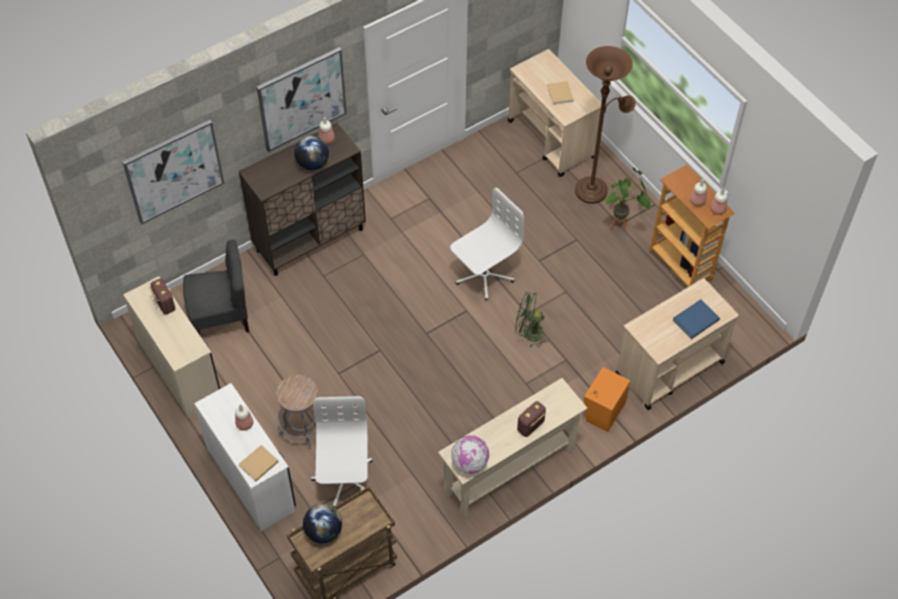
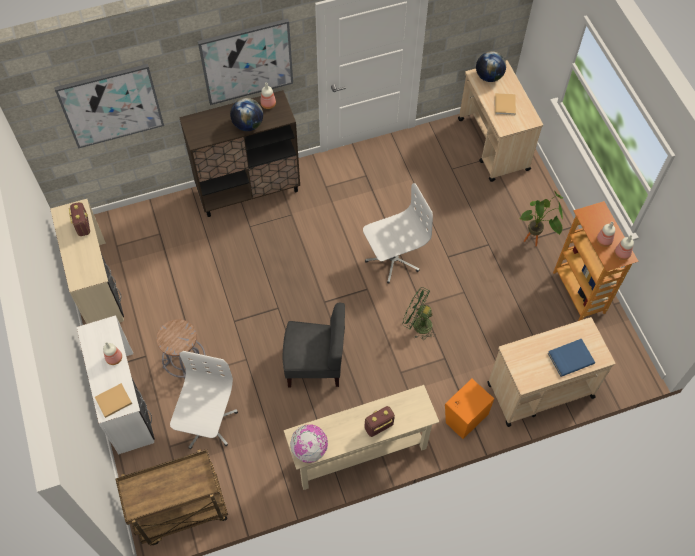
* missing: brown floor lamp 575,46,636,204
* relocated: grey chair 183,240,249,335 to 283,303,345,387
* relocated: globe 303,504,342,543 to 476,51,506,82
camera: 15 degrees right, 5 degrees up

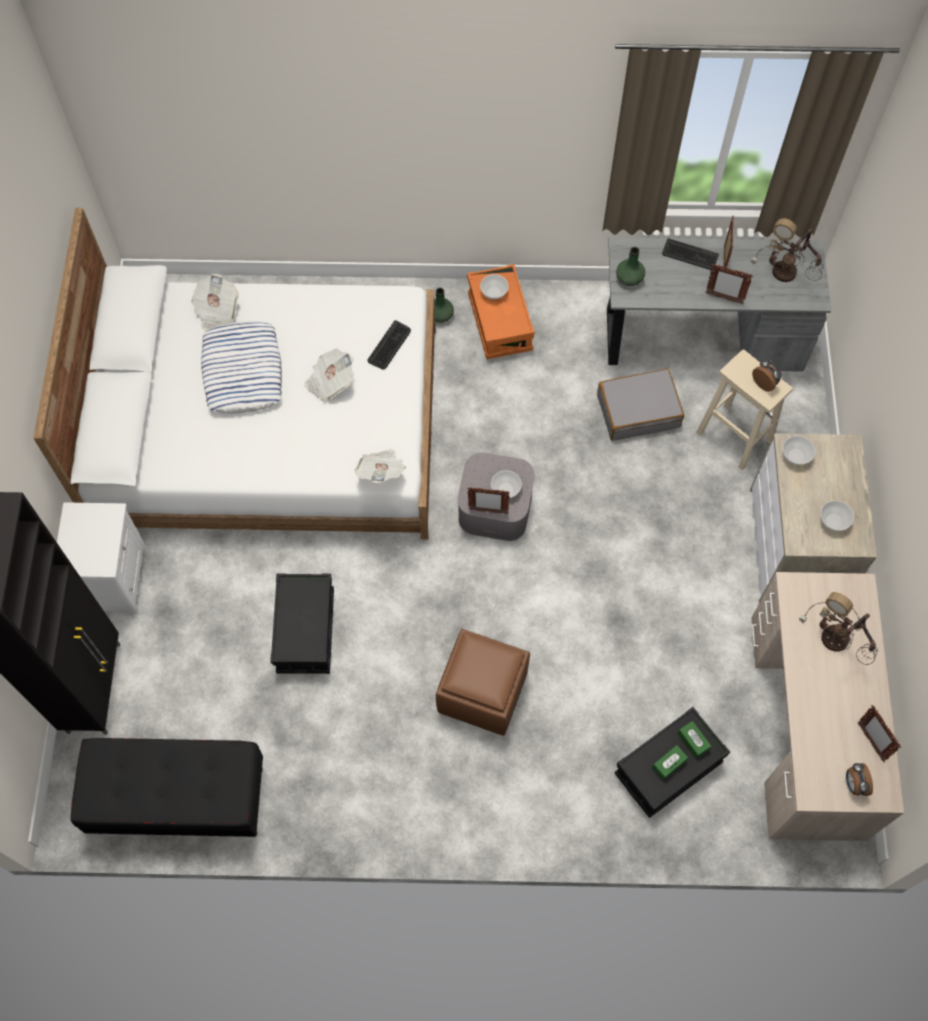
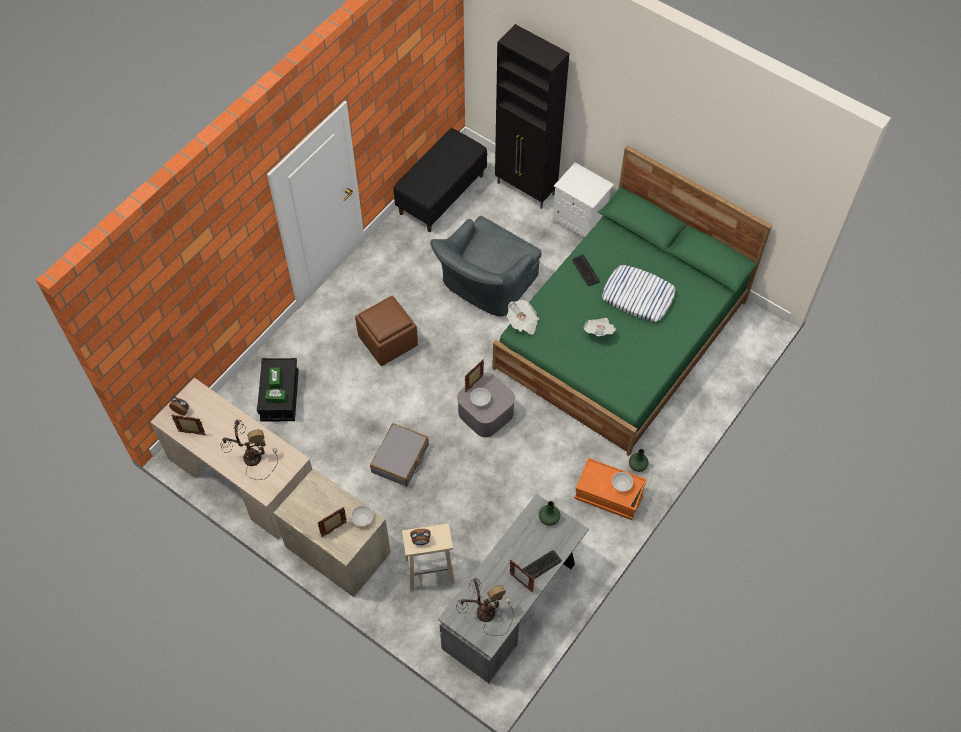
* colour: white bed 33,208,436,540 to green bed 492,145,772,456
* relocated: picture frame 706,264,753,304 to 317,507,347,537
* missing: newspaper 191,274,239,331
* relocated: keyboard 368,320,411,370 to 572,254,600,286
* relocated: grey suitcase 597,369,684,441 to 370,423,429,487
* missing: bowl 820,500,854,531
* exchanged: black storage box 270,574,334,674 to grey armchair 430,216,541,316
camera: 125 degrees right, 5 degrees down

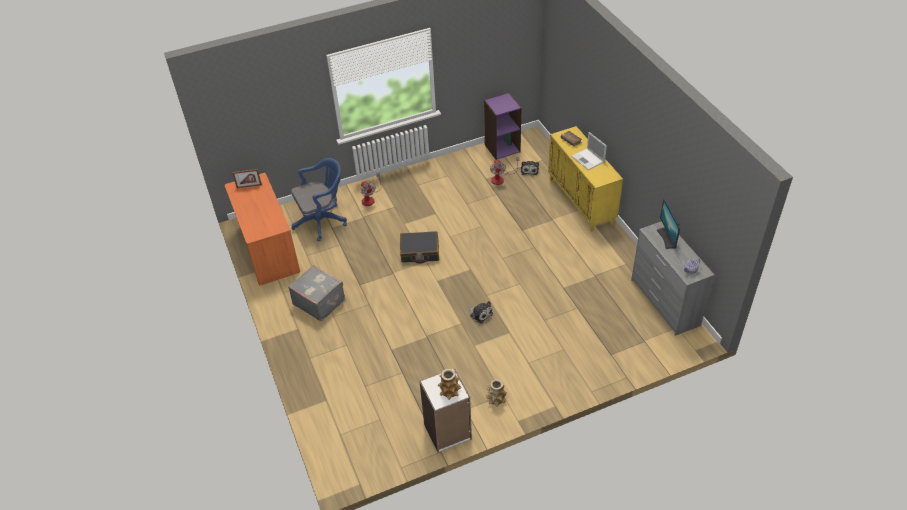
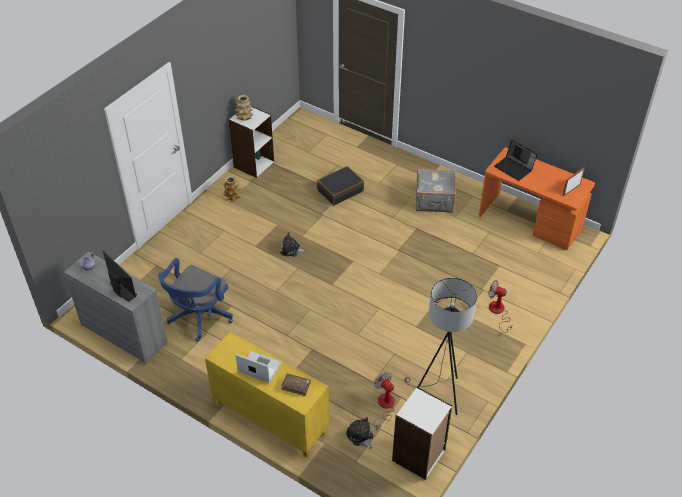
* colour: purple bookcase 484,93,522,160 to white bookcase 392,387,452,480
* relocated: blue office chair 291,158,347,241 to 158,258,233,341
* relocated: black suitcase 400,231,439,263 to 317,166,364,205
* appeared: laptop 494,140,537,181
* appeared: grey floor lamp 404,278,477,415
camera: 145 degrees right, 0 degrees up

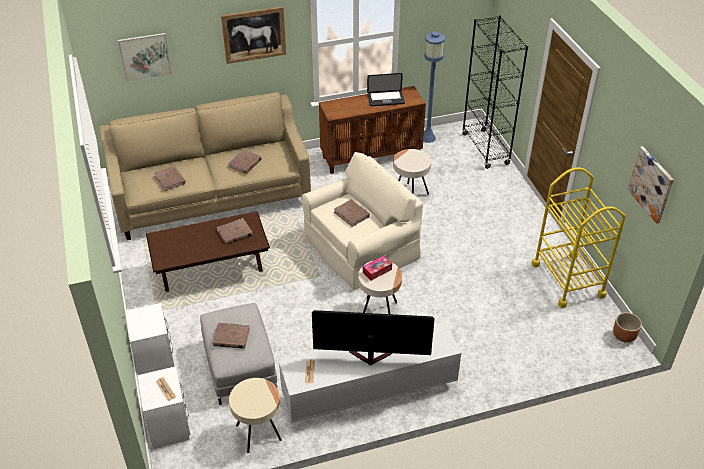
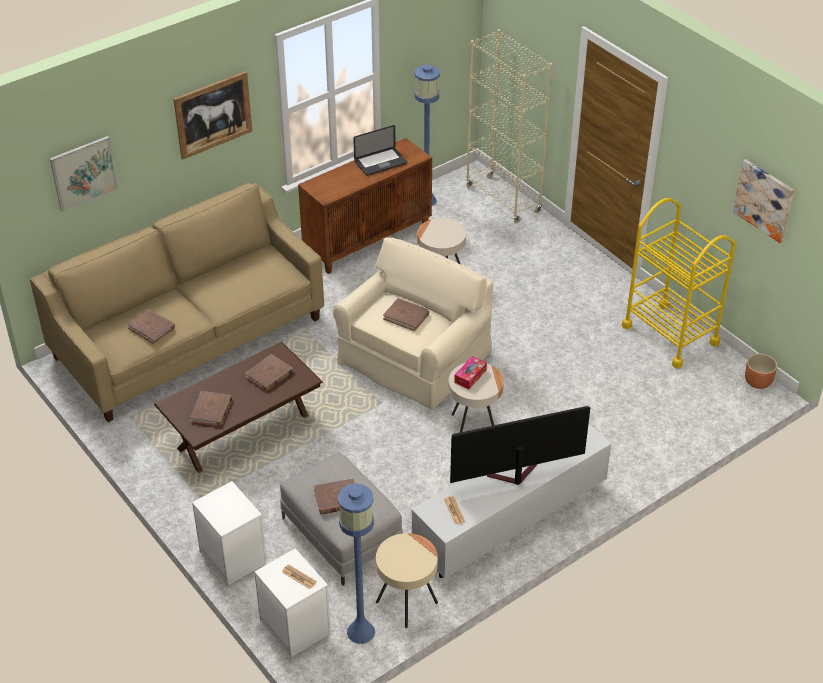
* colour: black bookcase 462,15,528,169 to beige bookcase 466,29,552,223
* relocated: brown book 228,150,262,173 to 190,391,233,426
* appeared: blue floor lamp 338,483,375,644
camera: 20 degrees left, 0 degrees up

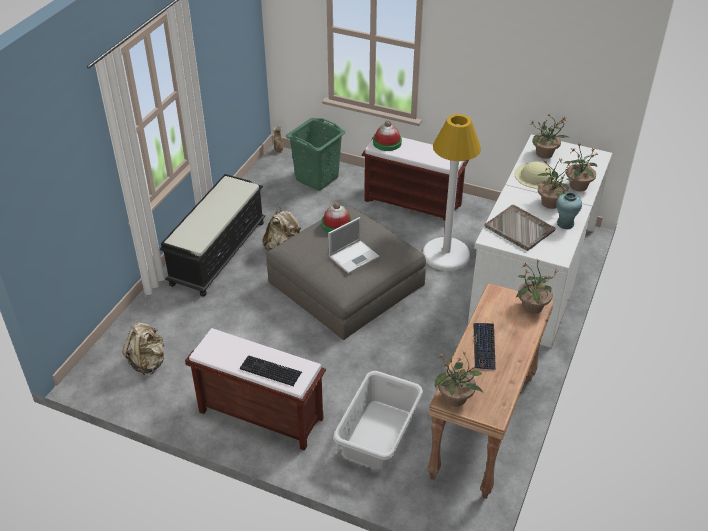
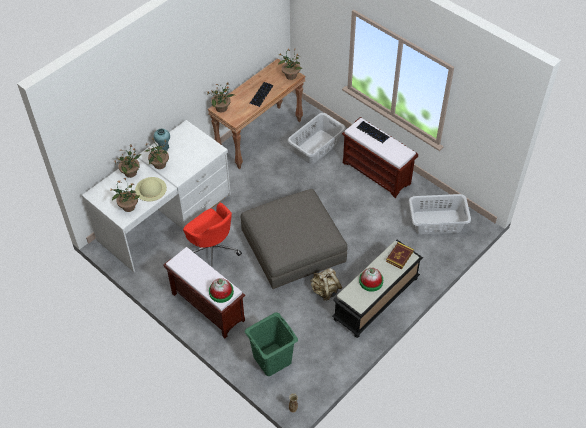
* exchanged: white floor lamp 423,114,481,271 to red office chair 183,203,242,267
* relocated: hat 321,202,352,233 to 359,268,383,292
* missing: grey tray 485,205,556,251
* missing: laptop 328,217,380,273
* exchanged: beige backpack 123,323,164,375 to grey laundry basket 409,194,471,234
* appeared: book 386,242,414,269
camera: 160 degrees left, 10 degrees up

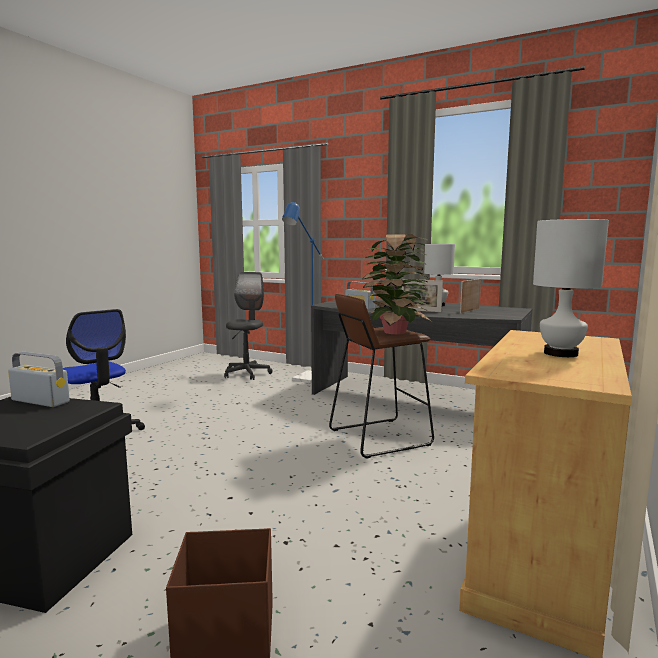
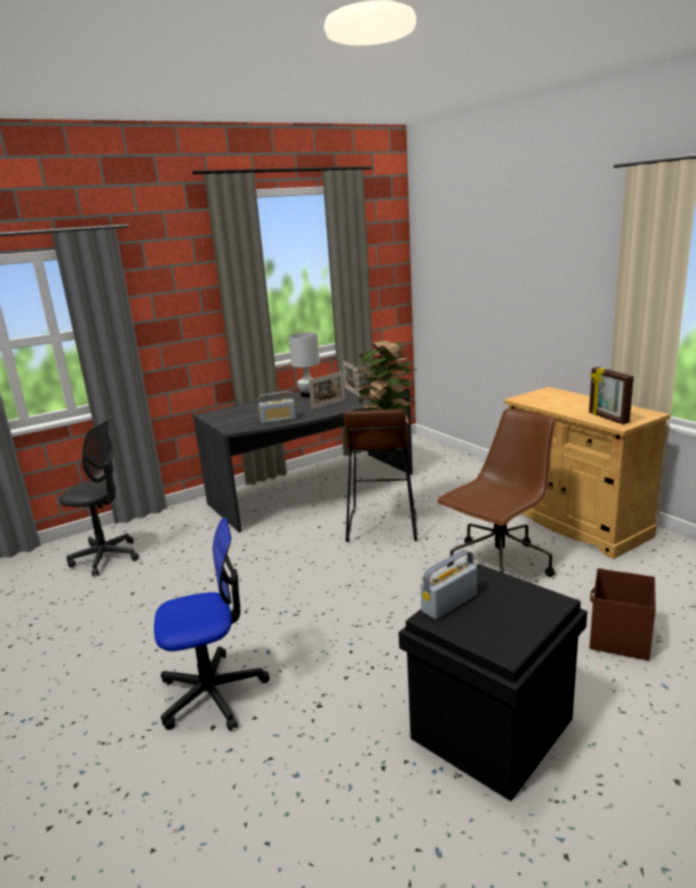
* missing: blue floor lamp 282,201,324,383
* missing: white table lamp 533,219,609,357
* spun: grey office chair 224,272,273,380 = 59,420,139,576 150 degrees clockwise
* appeared: picture frame 589,367,634,424
* appeared: brown office chair 437,408,555,577
camera: 60 degrees left, 10 degrees up

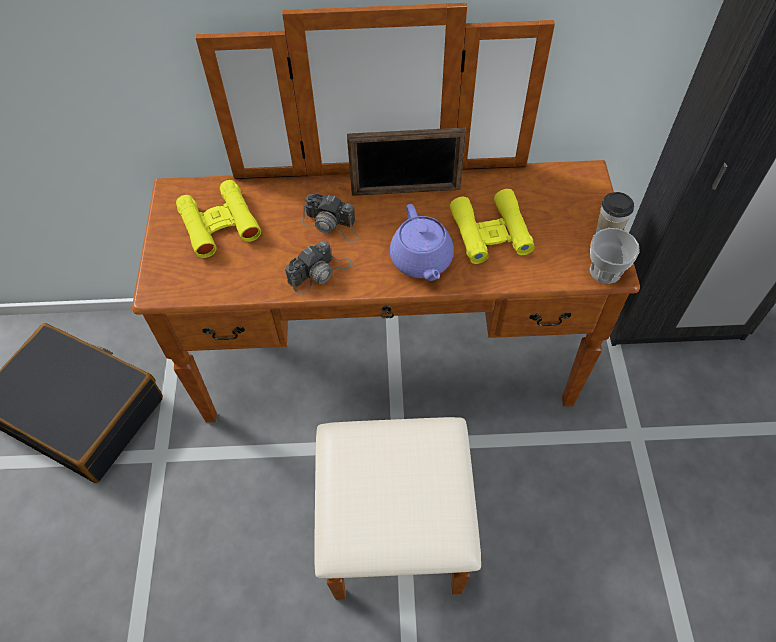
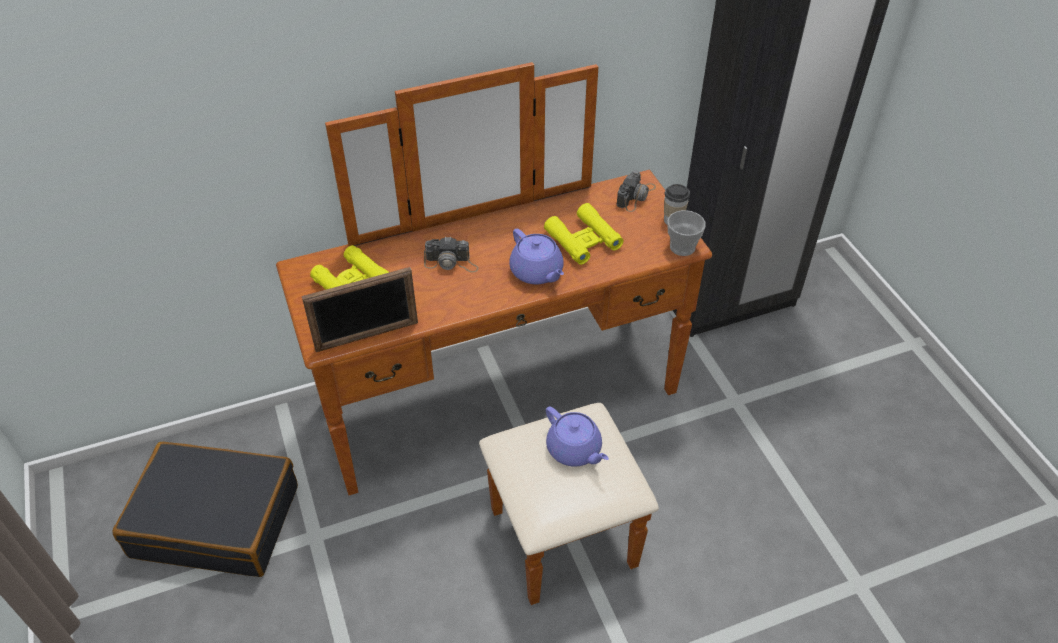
* relocated: picture frame 347,127,466,196 to 302,267,418,352
* relocated: photo camera 285,240,352,295 to 616,170,656,212
* appeared: purple teapot 546,406,609,467
camera: 20 degrees left, 10 degrees down

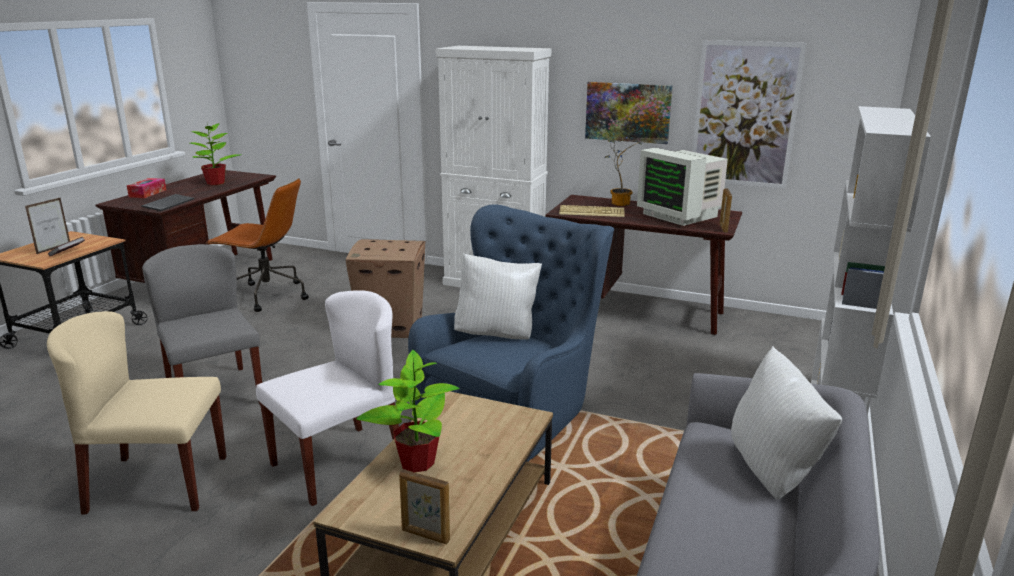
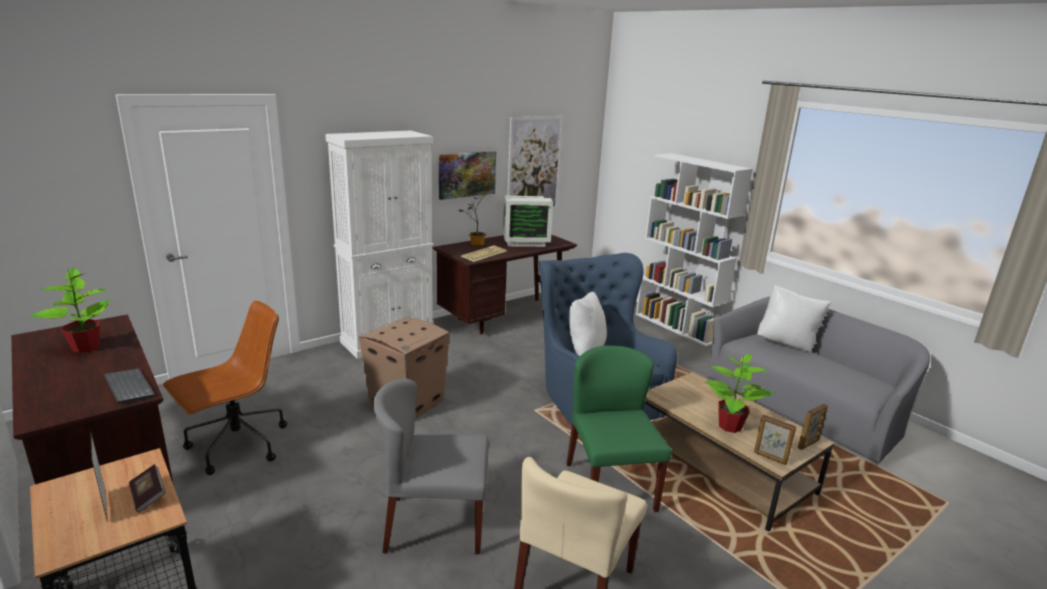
* missing: tissue box 127,178,166,198
* relocated: picture frame 719,188,732,233 to 754,415,796,465
* colour: white chair 256,290,399,506 to green chair 566,346,672,512
camera: 60 degrees left, 0 degrees up

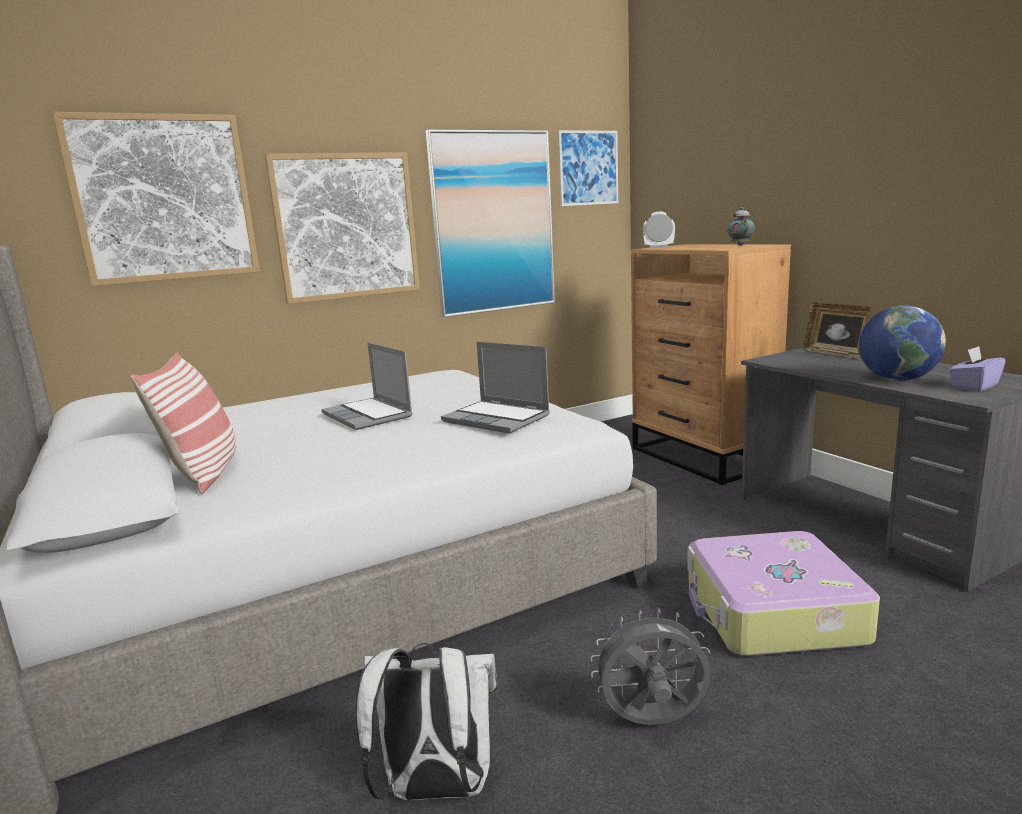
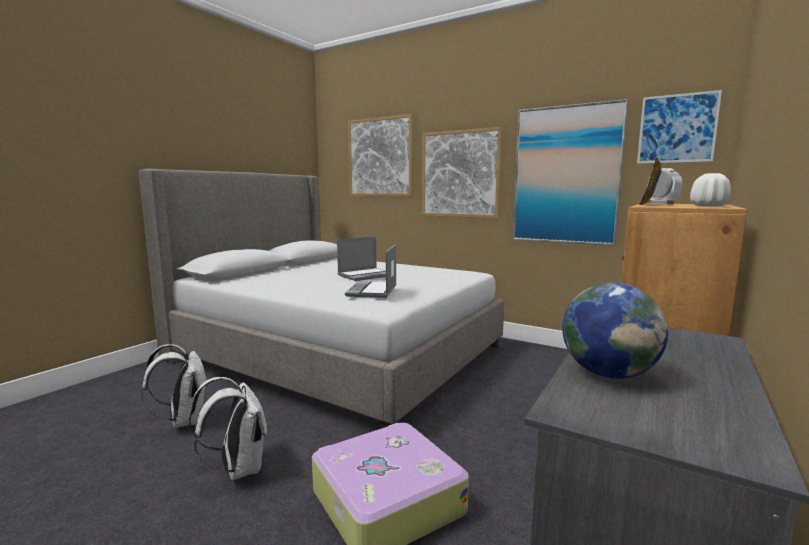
* exchanged: teapot 727,207,755,246 to white vase 690,173,731,207
* relocated: picture frame 803,303,871,359 to 639,157,662,205
* spun: laptop 321,343,413,430 = 337,237,386,281 150 degrees counterclockwise
* missing: purple tissue box 949,346,1006,392
* missing: pillow 131,352,236,494
* exchanged: grey fan 590,608,710,725 to white backpack 189,377,267,480
camera: 60 degrees right, 5 degrees down

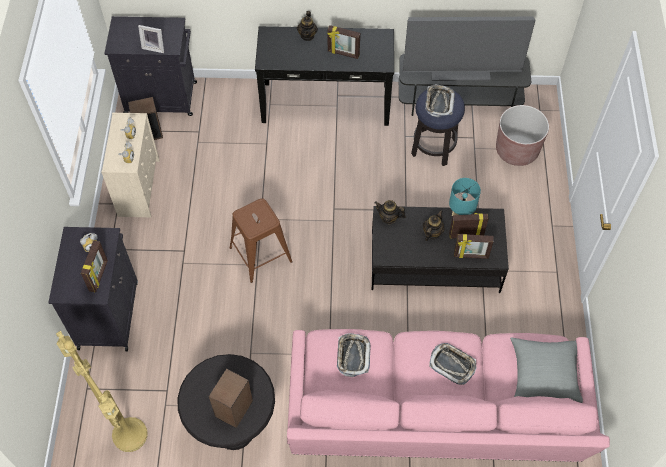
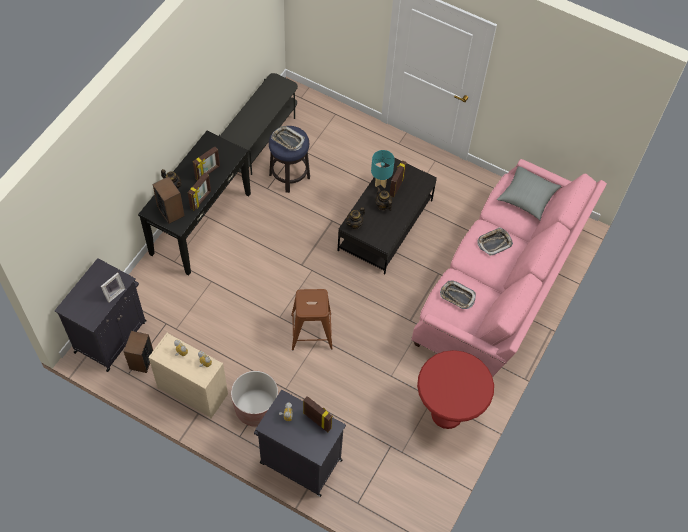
* missing: television 403,17,535,81
* relocated: brown planter 496,105,549,166 to 231,371,278,427
* relocated: picture frame 454,234,494,259 to 188,173,211,211
* missing: yellow floor lamp 56,331,148,452
* colour: black side table 177,354,275,450 to red side table 417,350,494,429
* relocated: speaker 209,369,253,428 to 152,176,185,224
camera: 65 degrees left, 0 degrees up

